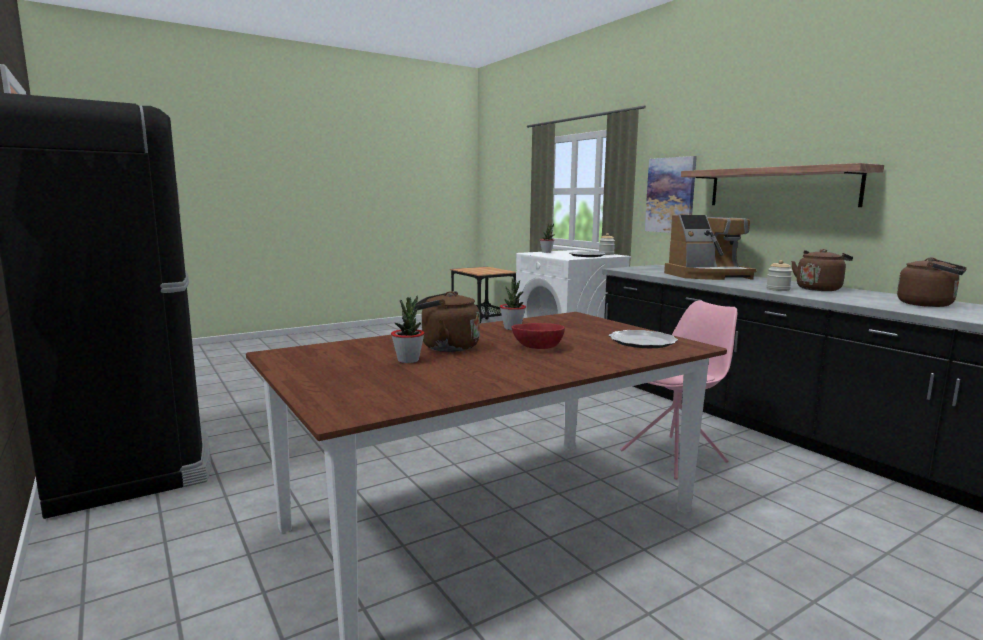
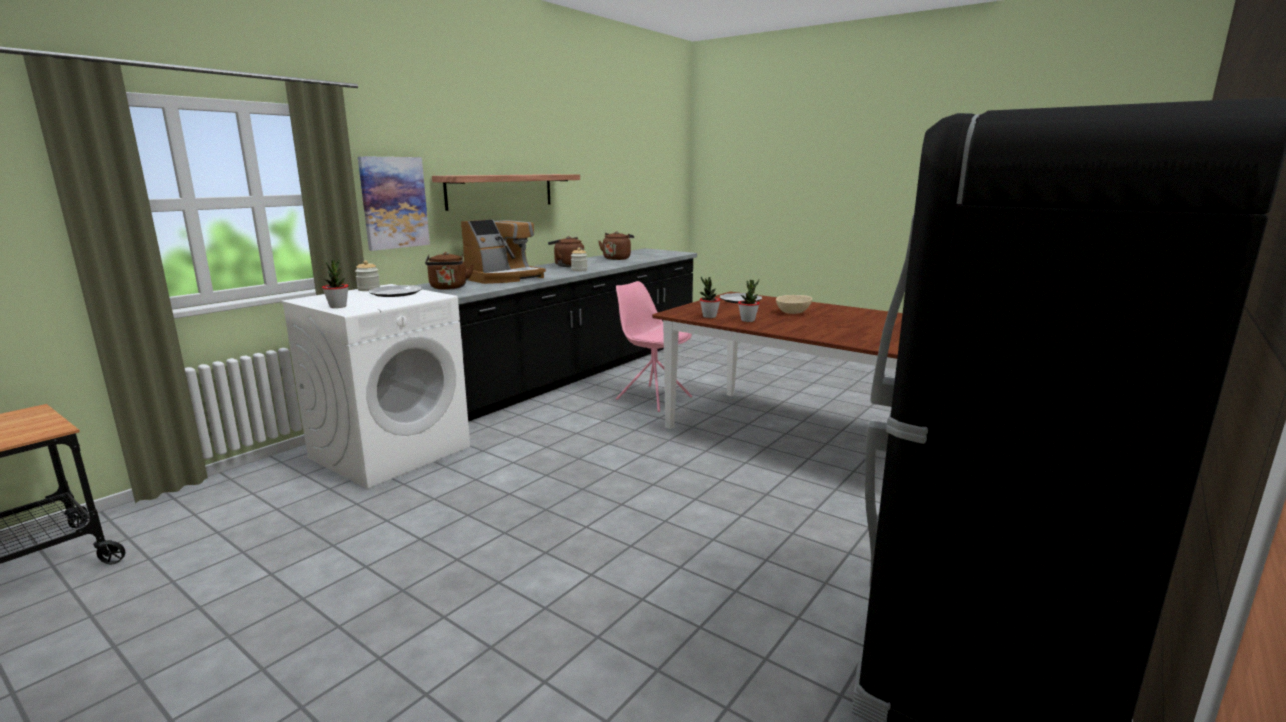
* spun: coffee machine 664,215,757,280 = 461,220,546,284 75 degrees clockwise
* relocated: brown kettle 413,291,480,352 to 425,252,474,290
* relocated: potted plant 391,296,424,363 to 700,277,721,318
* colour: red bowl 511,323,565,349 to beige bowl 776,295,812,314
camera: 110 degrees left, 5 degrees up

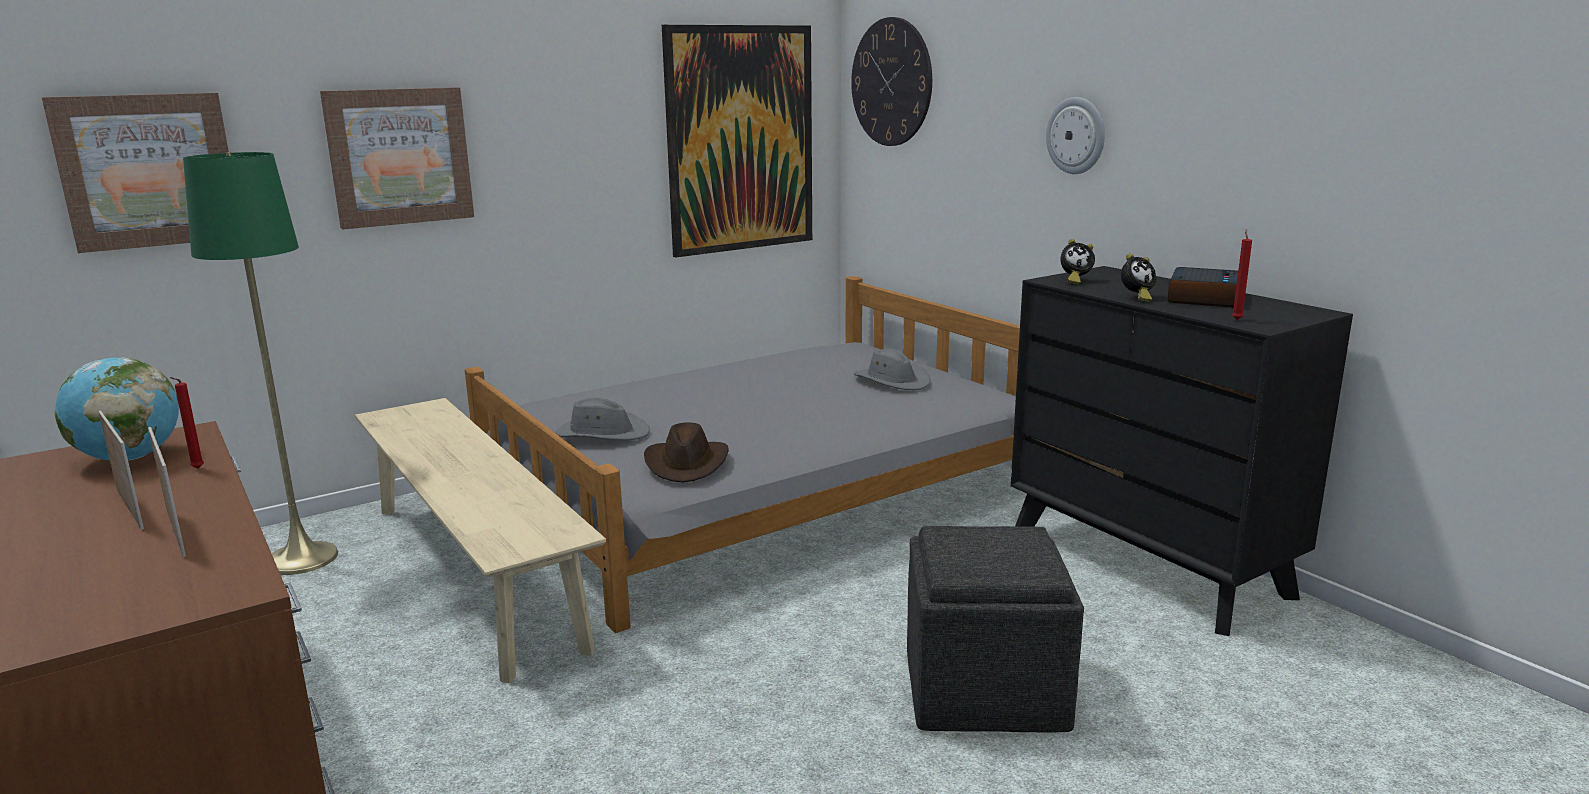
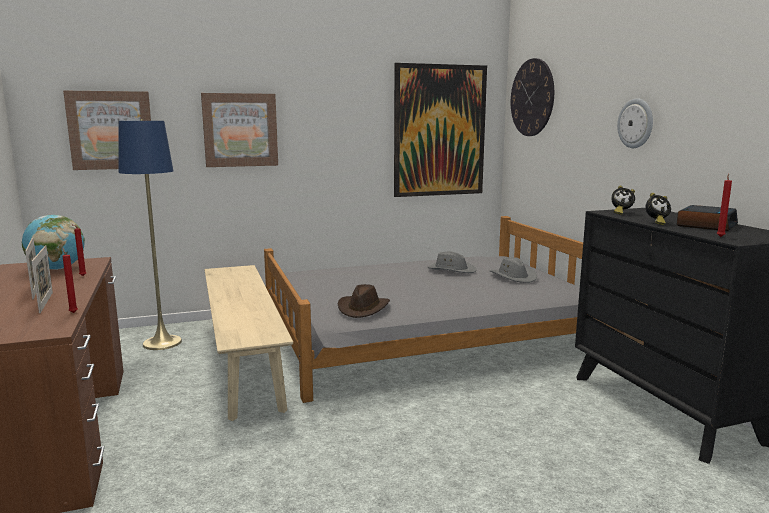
* colour: green floor lamp 183,152,338,575 to blue floor lamp 119,119,182,350
* relocated: grey hat 555,398,650,440 to 427,251,477,273
* missing: grey ottoman 907,526,1084,732
* appeared: red candle 63,248,78,313
camera: 15 degrees right, 5 degrees down

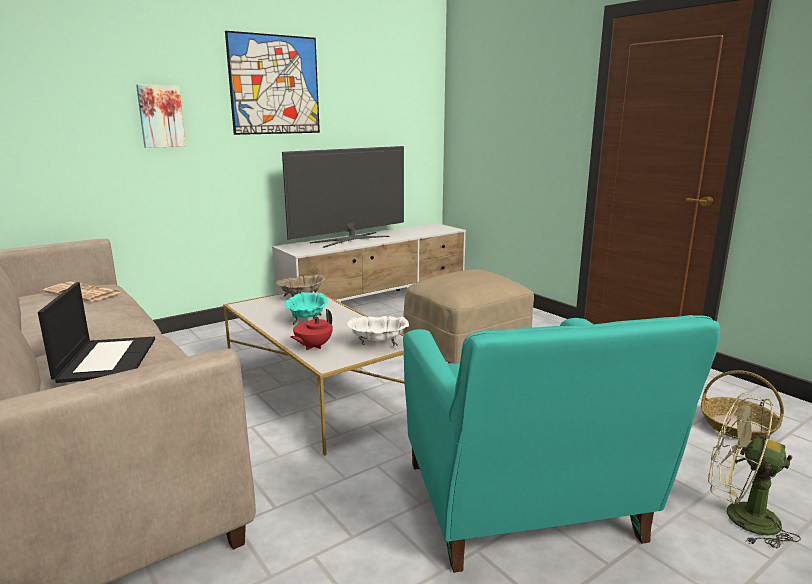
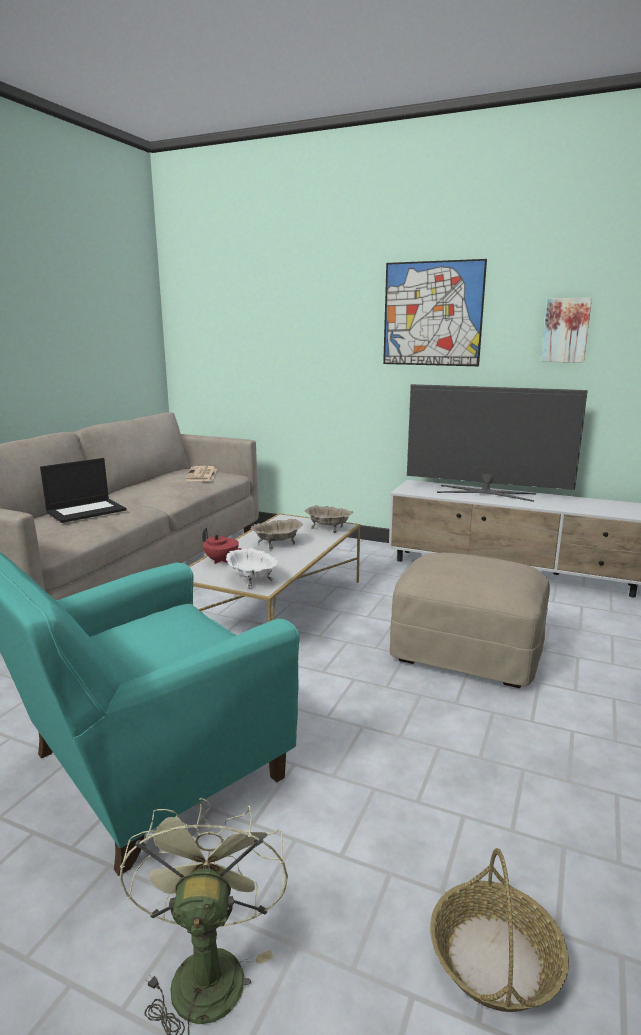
* relocated: picture 136,84,186,148 to 541,298,592,363
* colour: turquoise bowl 285,292,328,325 to beige bowl 250,519,303,549
* spun: red teapot 290,309,333,350 = 202,528,241,564 150 degrees counterclockwise
camera: 60 degrees right, 0 degrees up

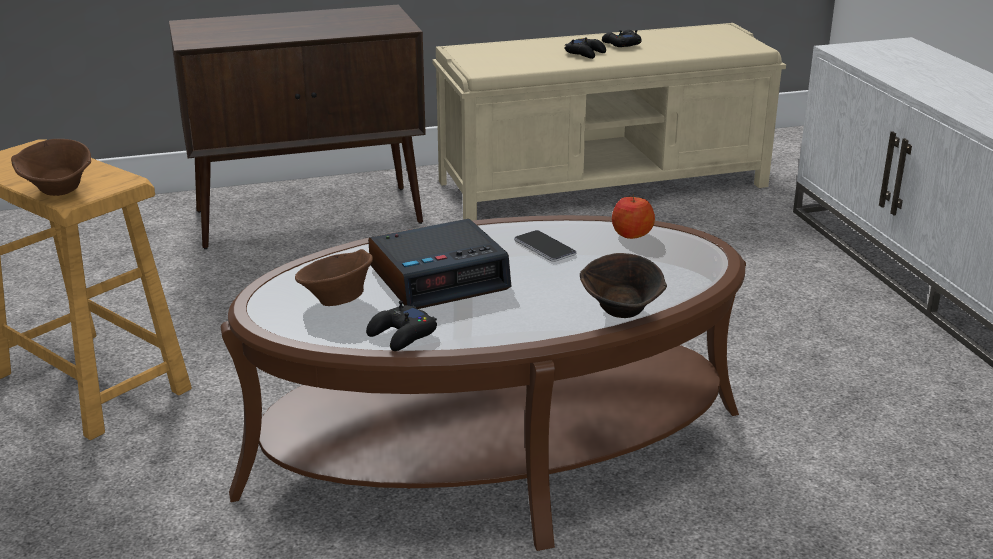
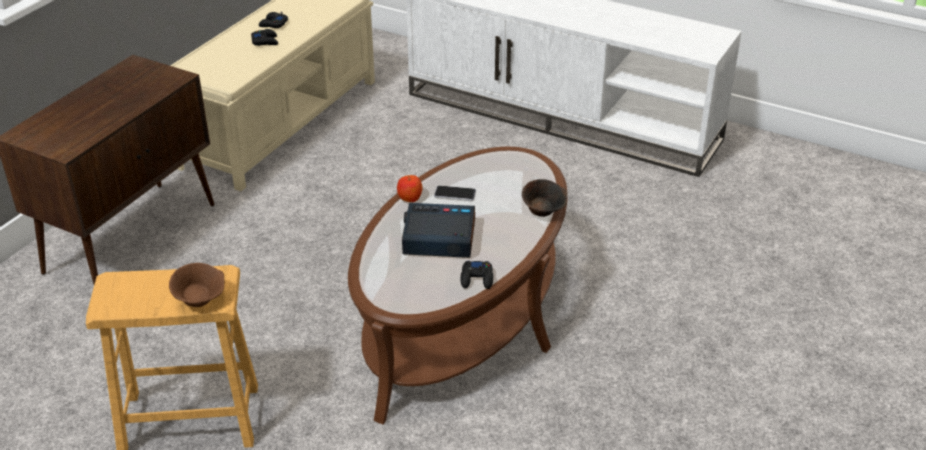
* relocated: apple 612,194,655,239 to 397,175,422,202
* spun: alarm clock 368,219,512,309 = 402,203,475,258 105 degrees counterclockwise
* missing: brown bowl 295,249,373,306
camera: 45 degrees left, 10 degrees up

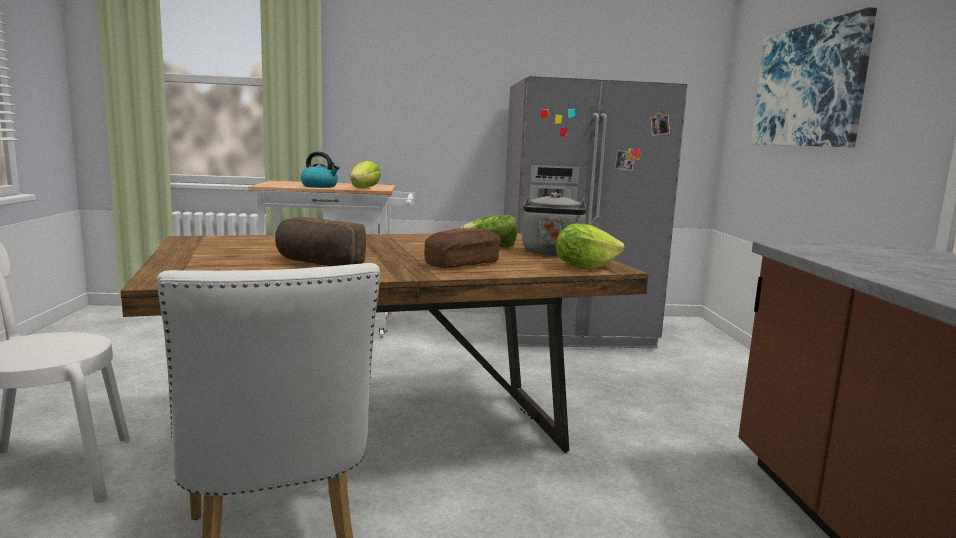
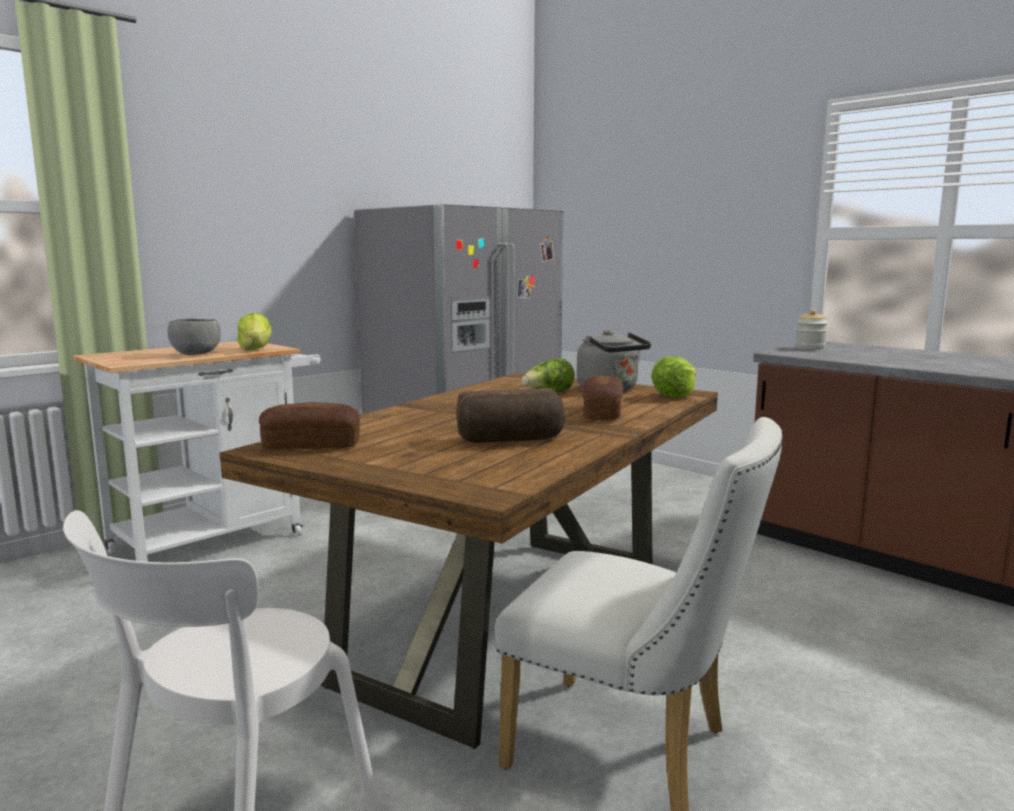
* missing: picture 751,7,877,147
* exchanged: kettle 301,152,340,188 to grey bowl 167,319,221,355
* appeared: jar 795,309,827,350
* appeared: bread 259,402,360,450
camera: 40 degrees left, 0 degrees up

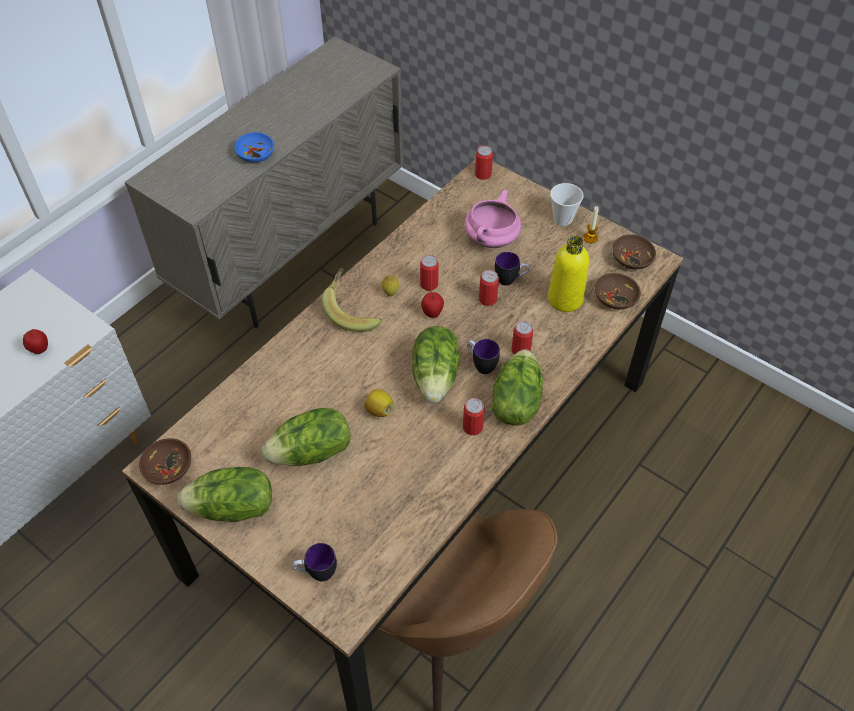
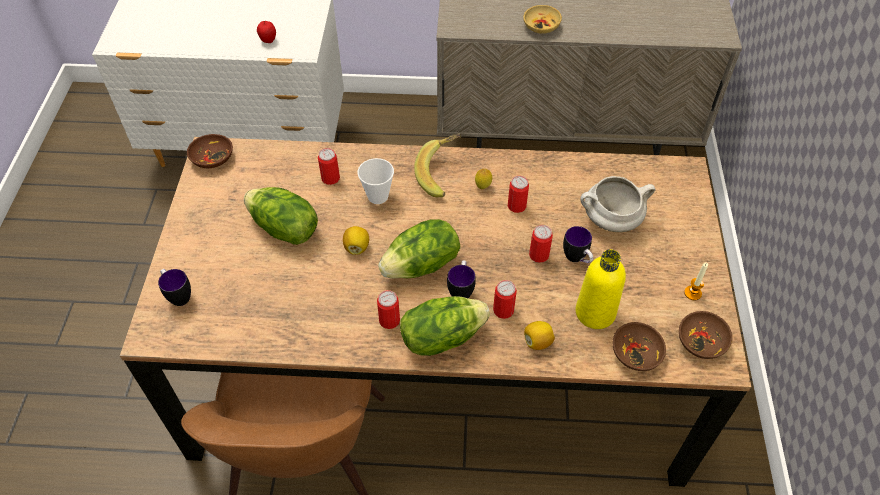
* colour: blue bowl 234,132,274,163 to beige bowl 523,5,562,34
* relocated: can 475,146,493,180 to 318,148,340,185
* relocated: cup 550,183,584,226 to 358,158,394,204
* colour: pink cooking pot 465,190,521,248 to white cooking pot 580,176,656,232
* missing: apple 421,292,444,318
* missing: lettuce 177,467,272,522
* appeared: lemon 524,321,555,350
camera: 55 degrees right, 0 degrees up

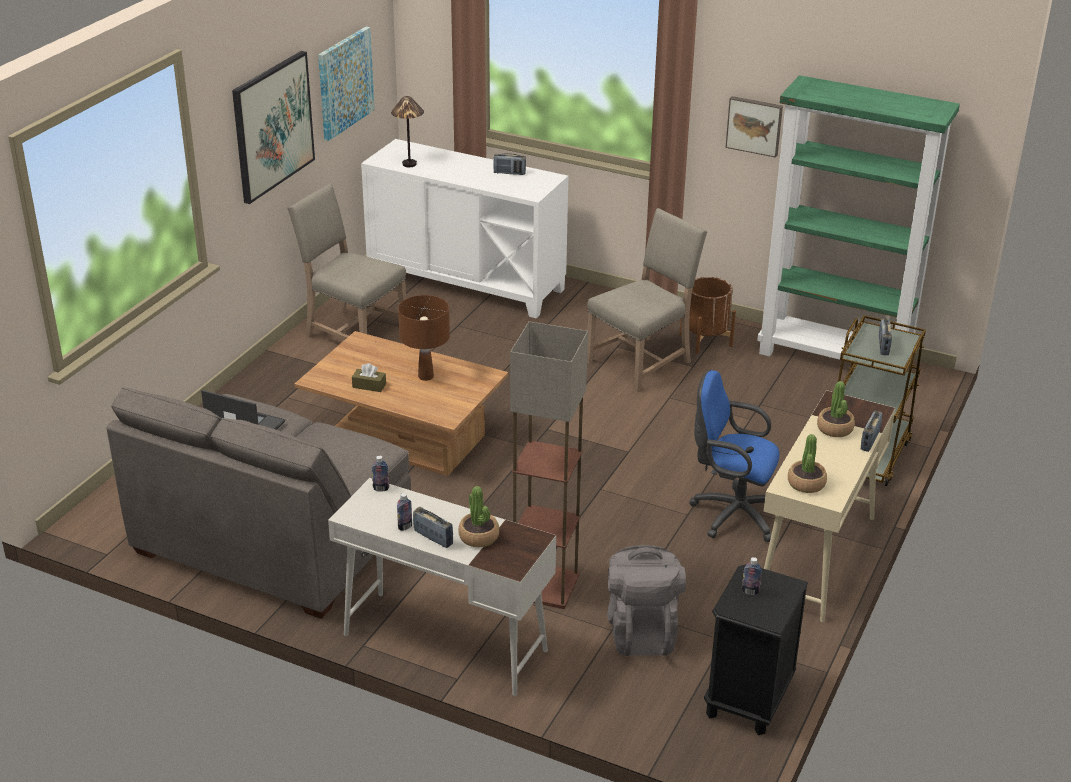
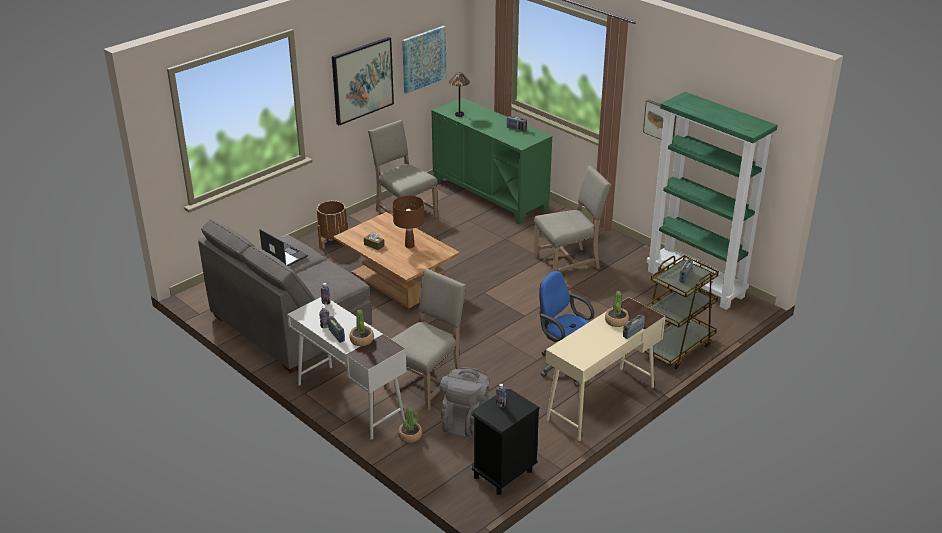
* colour: white cabinet 361,139,568,319 to green cabinet 431,98,552,224
* relocated: brown planter 679,277,736,354 to 317,201,348,249
* exchanged: floor lamp 510,321,588,609 to beige chair 384,269,467,411
* relocated: potted plant 788,434,827,493 to 398,407,422,443
camera: 20 degrees right, 0 degrees up

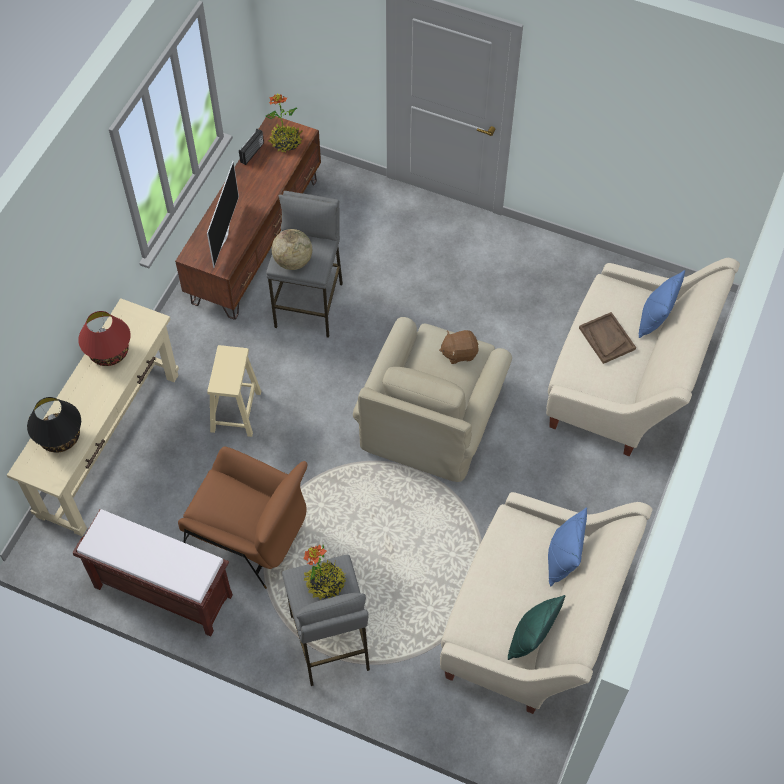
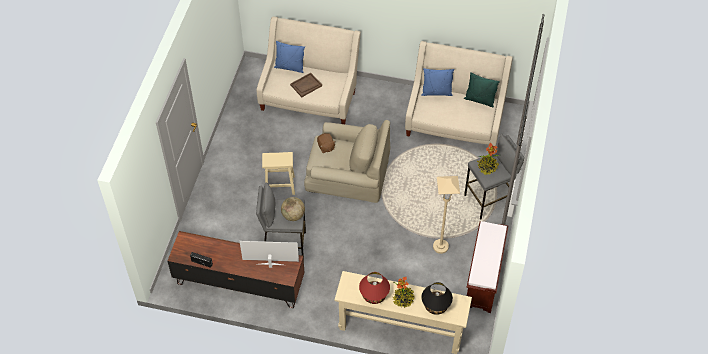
* relocated: potted plant 266,93,303,153 to 393,277,414,308
* relocated: beige stool 207,345,261,437 to 262,152,295,195
* exchanged: brown armchair 178,447,307,589 to beige floor lamp 433,176,460,254
camera: 100 degrees left, 5 degrees down

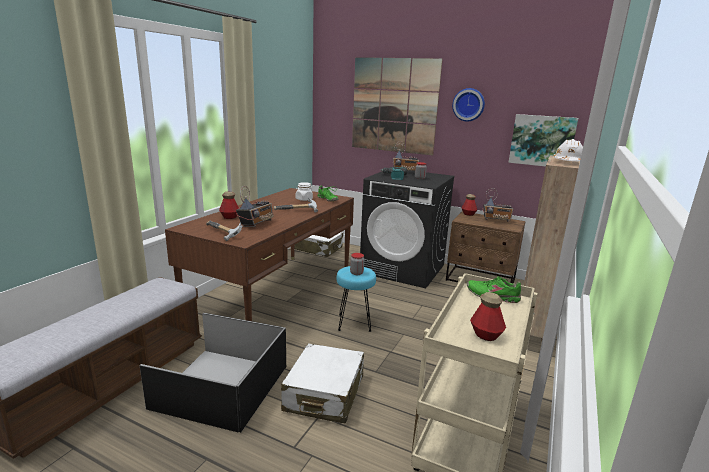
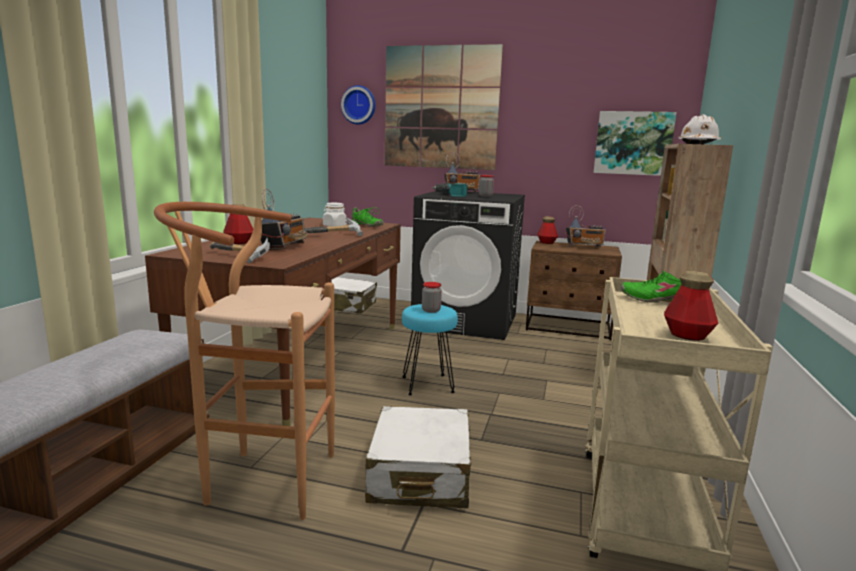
* relocated: wall clock 452,88,485,122 to 341,85,376,125
* exchanged: black storage box 140,313,286,432 to brown stool 154,202,335,520
camera: 10 degrees left, 5 degrees down

